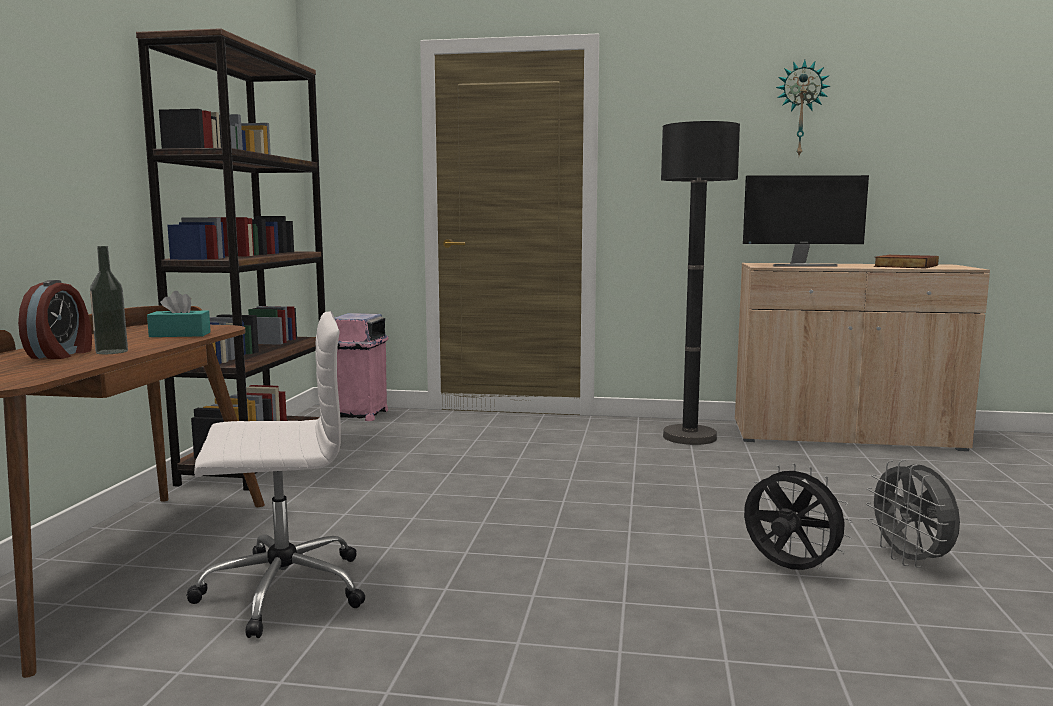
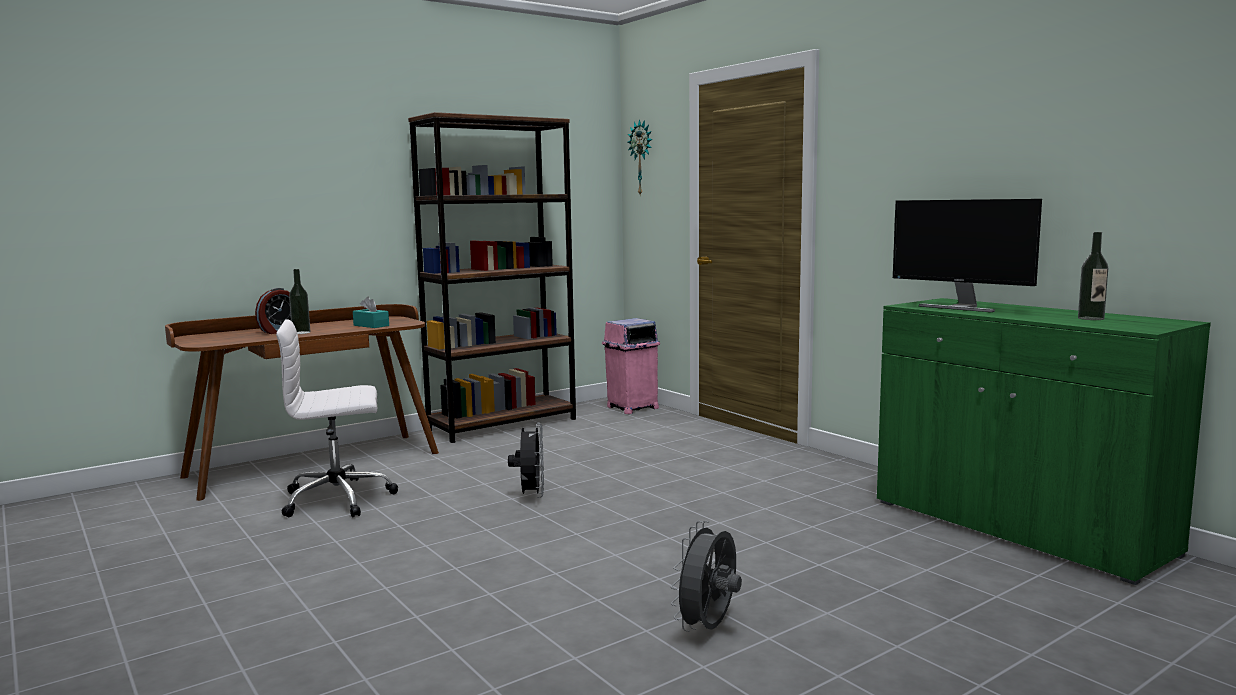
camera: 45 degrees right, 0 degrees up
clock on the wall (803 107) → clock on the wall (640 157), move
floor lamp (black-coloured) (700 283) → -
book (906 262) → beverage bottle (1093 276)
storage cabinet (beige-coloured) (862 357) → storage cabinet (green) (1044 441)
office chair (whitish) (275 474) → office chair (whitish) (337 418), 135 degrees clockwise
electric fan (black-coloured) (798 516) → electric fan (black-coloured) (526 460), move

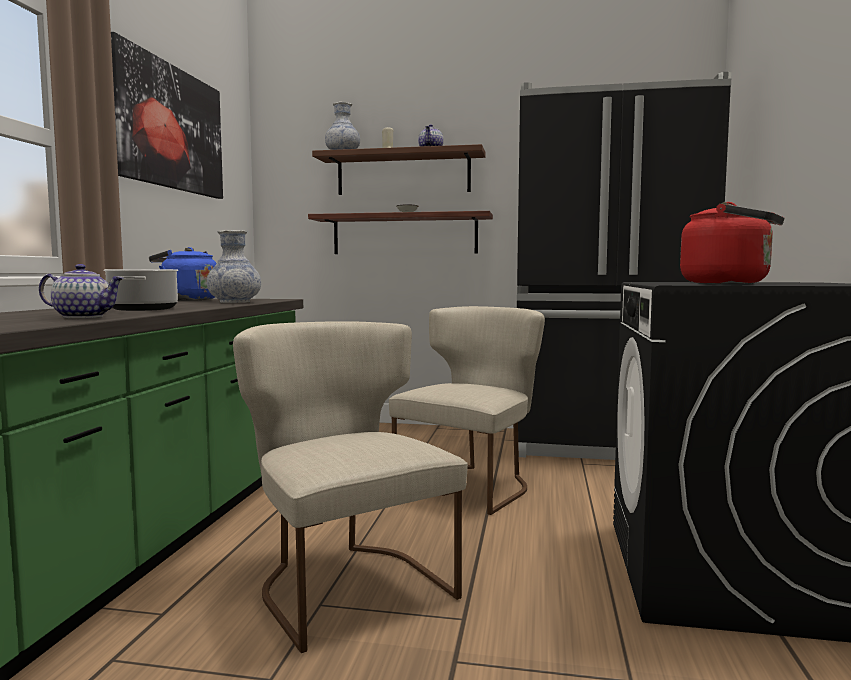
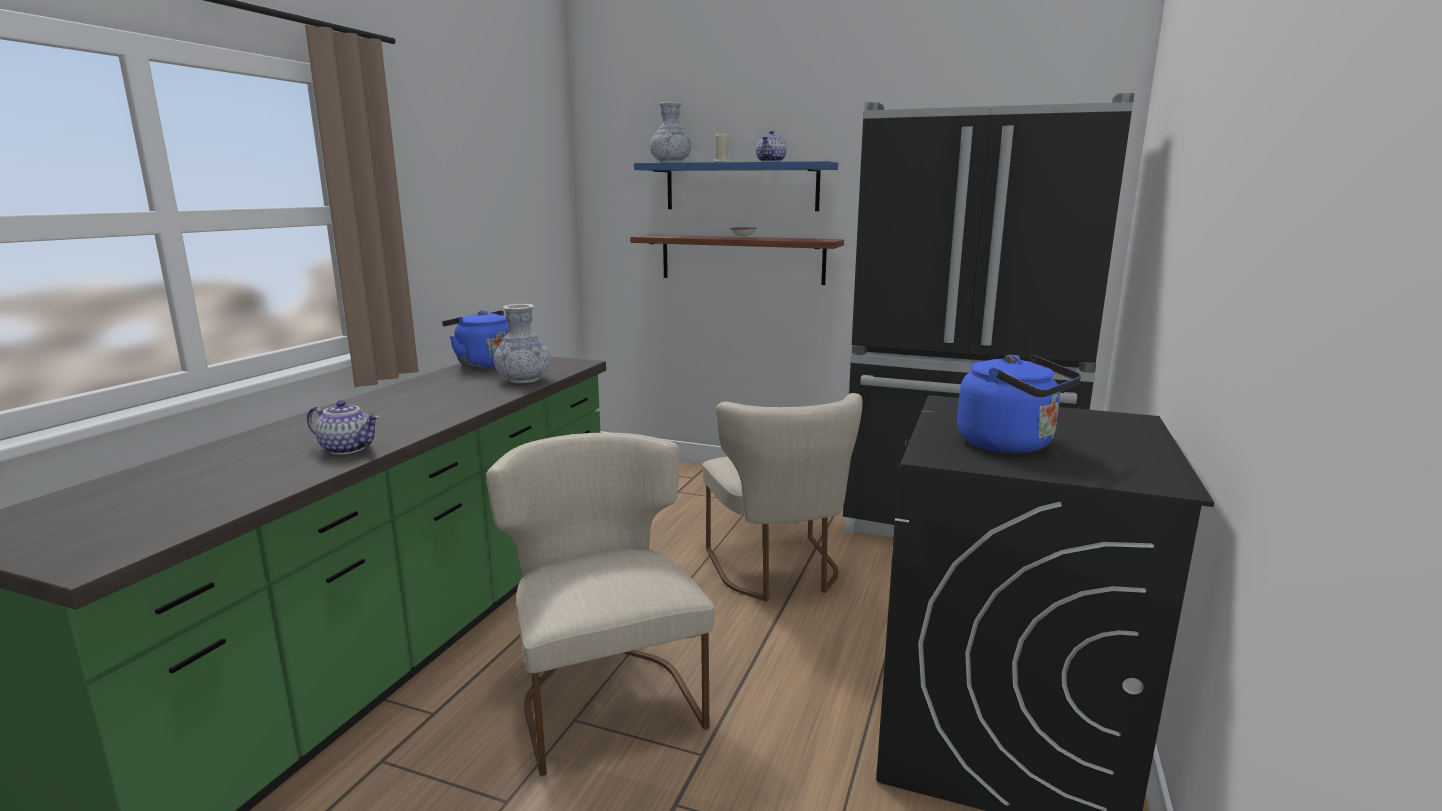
camera: 10 degrees right, 10 degrees up
wall art (167 115) → -
wall shelf (brown) (399 169) → wall shelf (blue-coloured) (736 186)
water kettle (red-coloured) (732 243) → water kettle (blue-coloured) (1019 404)
stockpot (140 290) → -
plain chair (beige-coloured) (467 410) → plain chair (beige-coloured) (782 497), 120 degrees clockwise

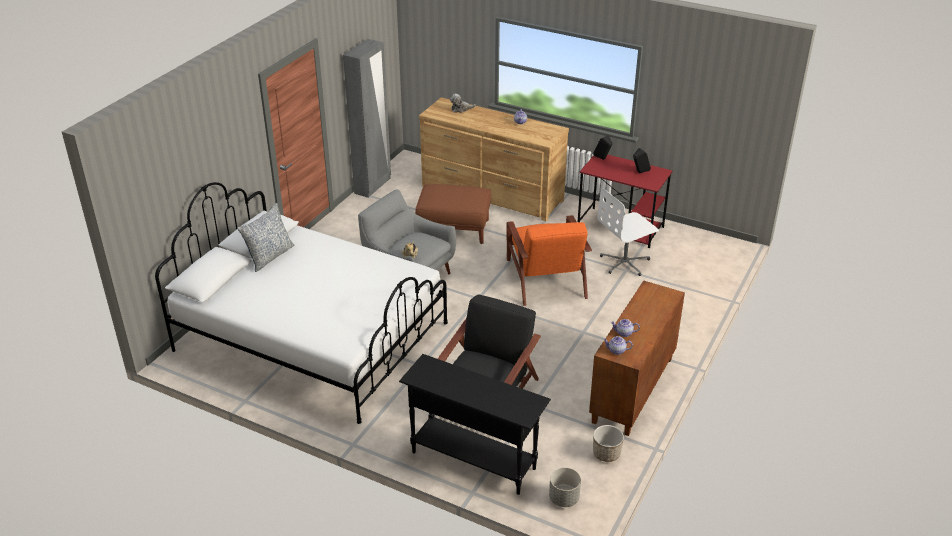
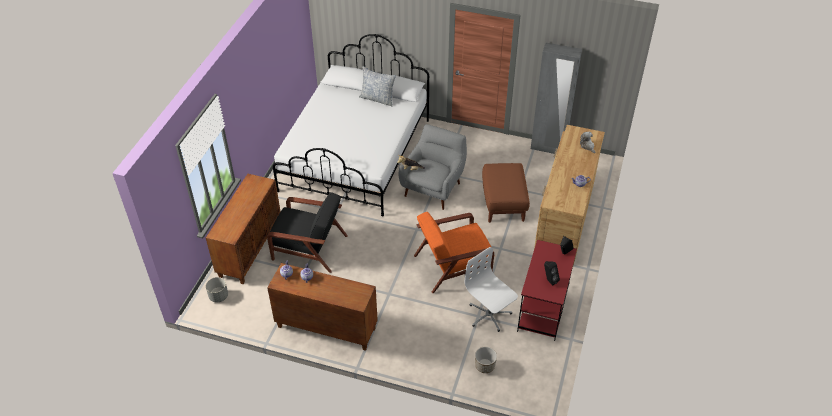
camera: 80 degrees right, 10 degrees up
console table (black-coloured) (475 424) → storage cabinet (brown) (243 229)
planter (608 443) → planter (486 360), move

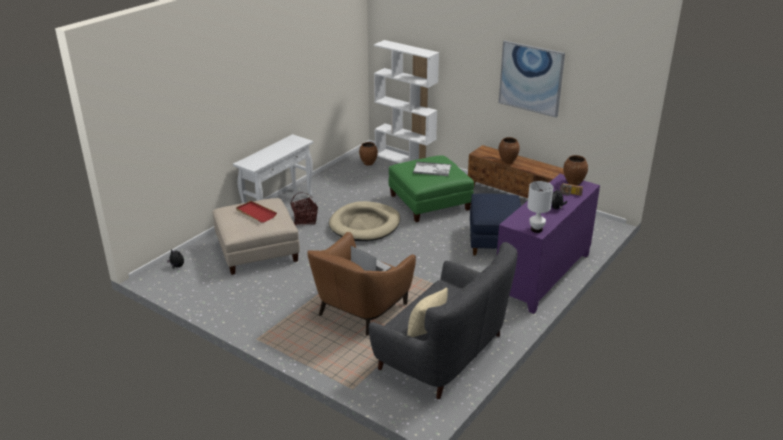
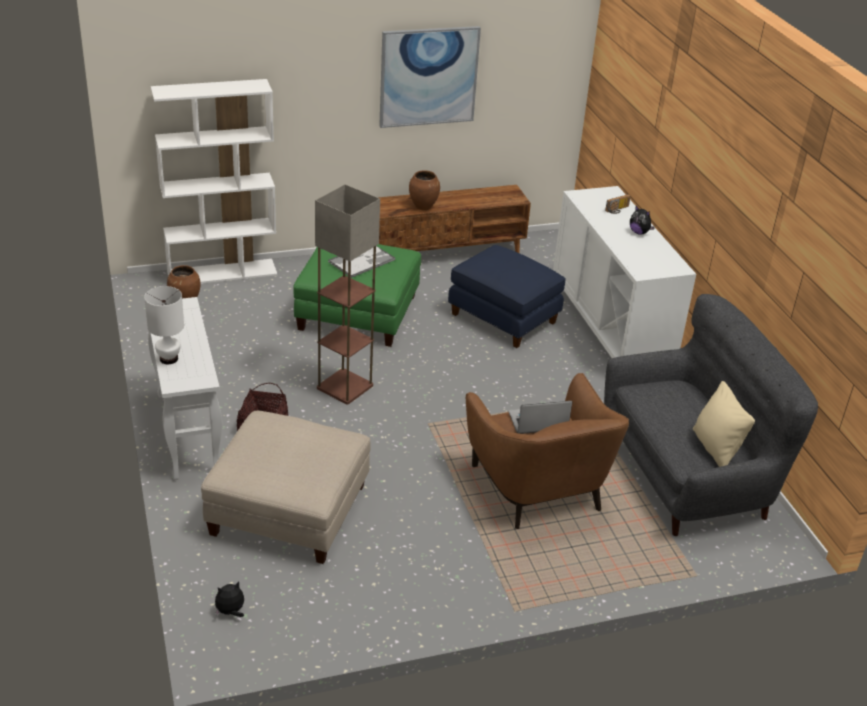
camera: 55 degrees left, 5 degrees up
vase (brown) (575 170) → -
storage cabinet (purplish) (548 244) → storage cabinet (whitish) (624 272)
table lamp (whitish) (540 207) → table lamp (whitish) (164 325), move
tray (red-coloured) (256 211) → -
dog cushion (beige-coloured) (364 221) → floor lamp (347 294)

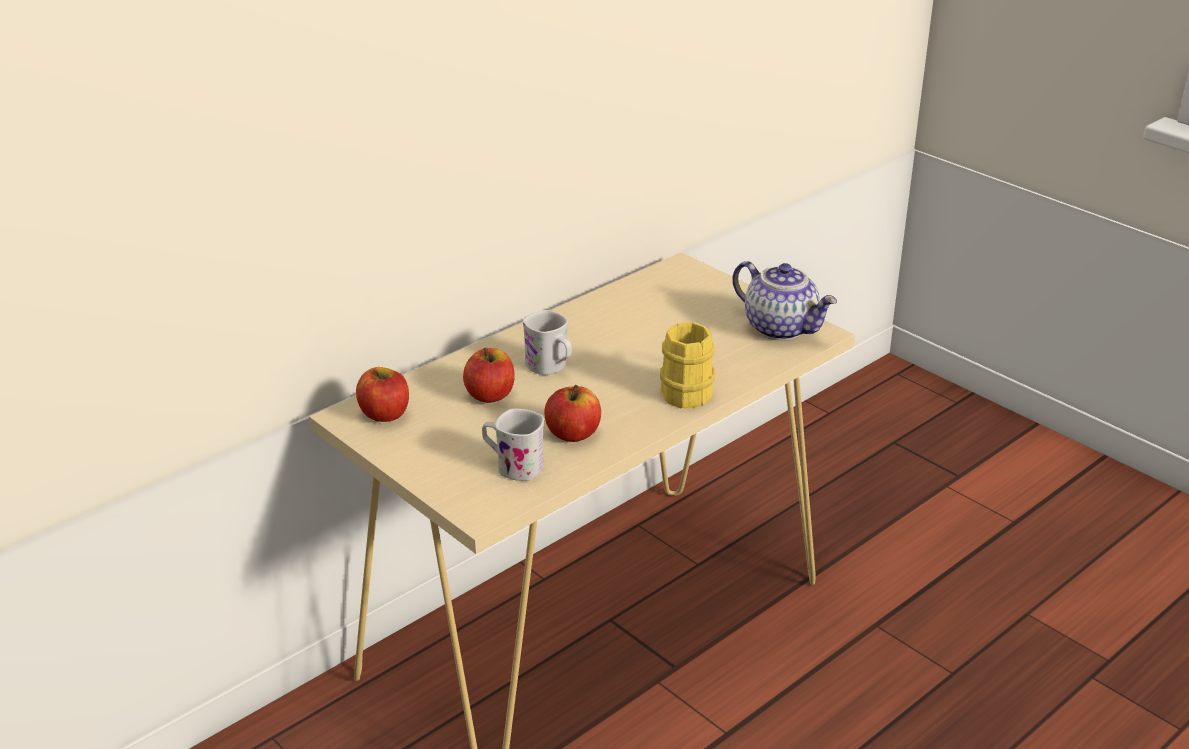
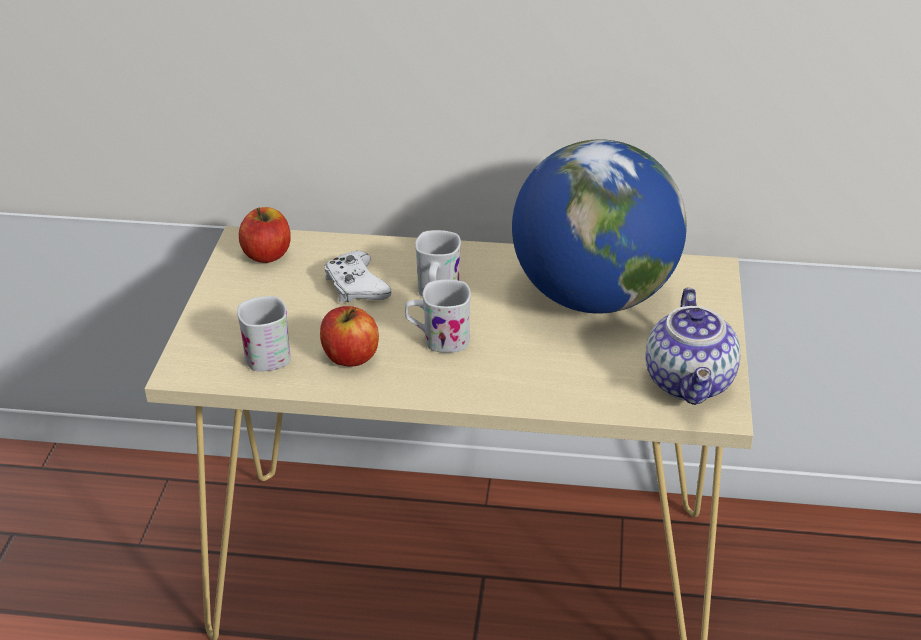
camera: 50 degrees right, 5 degrees up
mug (yellow) (687 365) → -
apple (489 375) → gamepad (whitish) (357 276)
- → desk globe (599 226)
- → mug (whitish) (438 316)

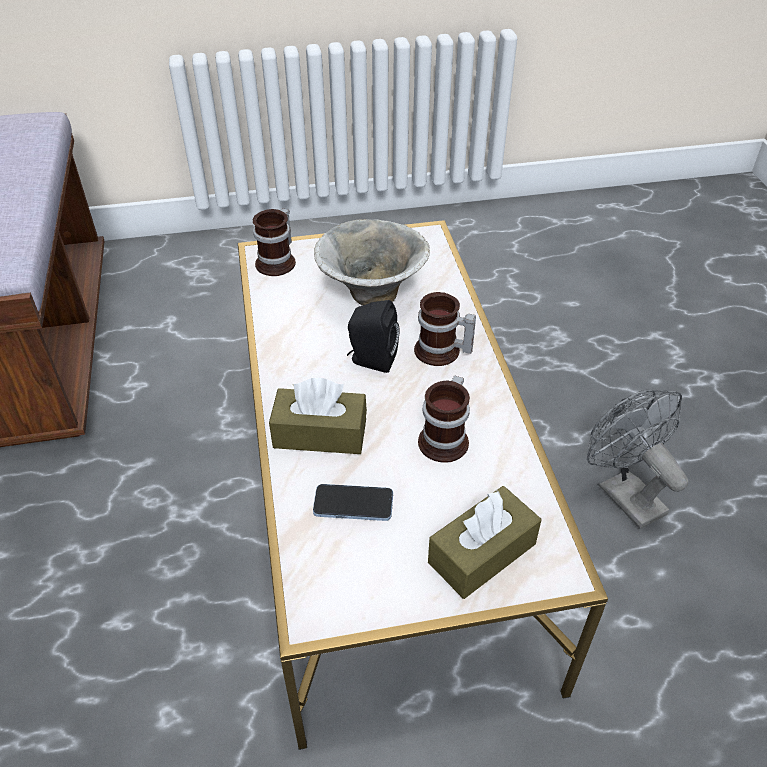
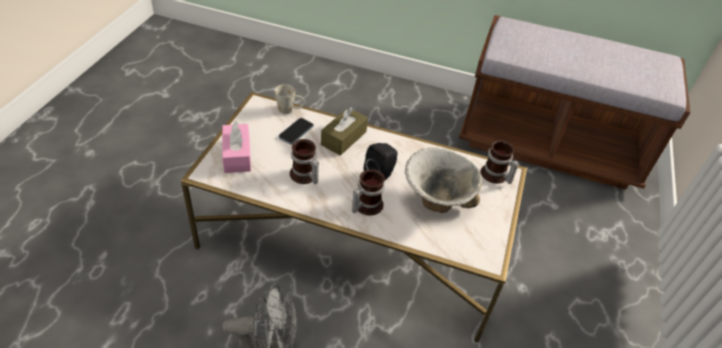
camera: 115 degrees right, 0 degrees up
tissue box (brown) (484 542) → tissue box (pink) (236 147)
- → mug (whitish) (290 99)

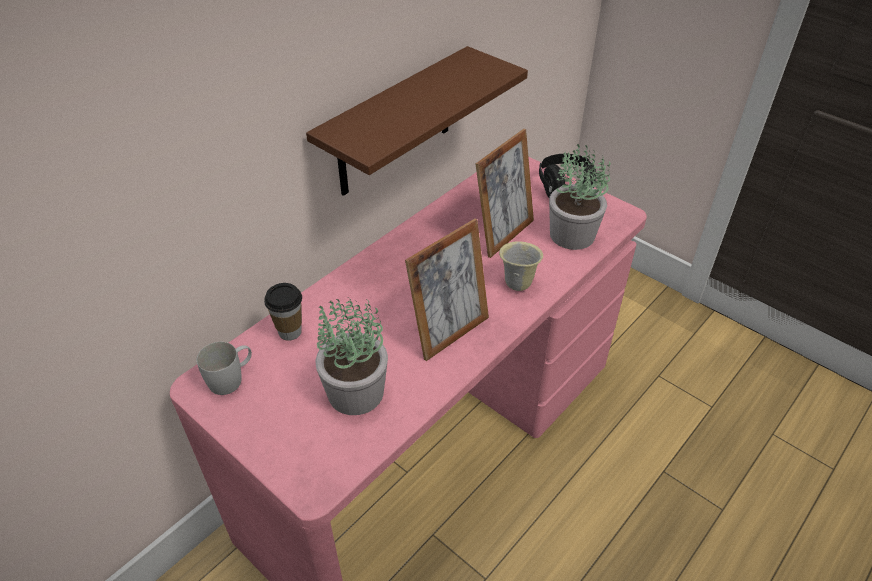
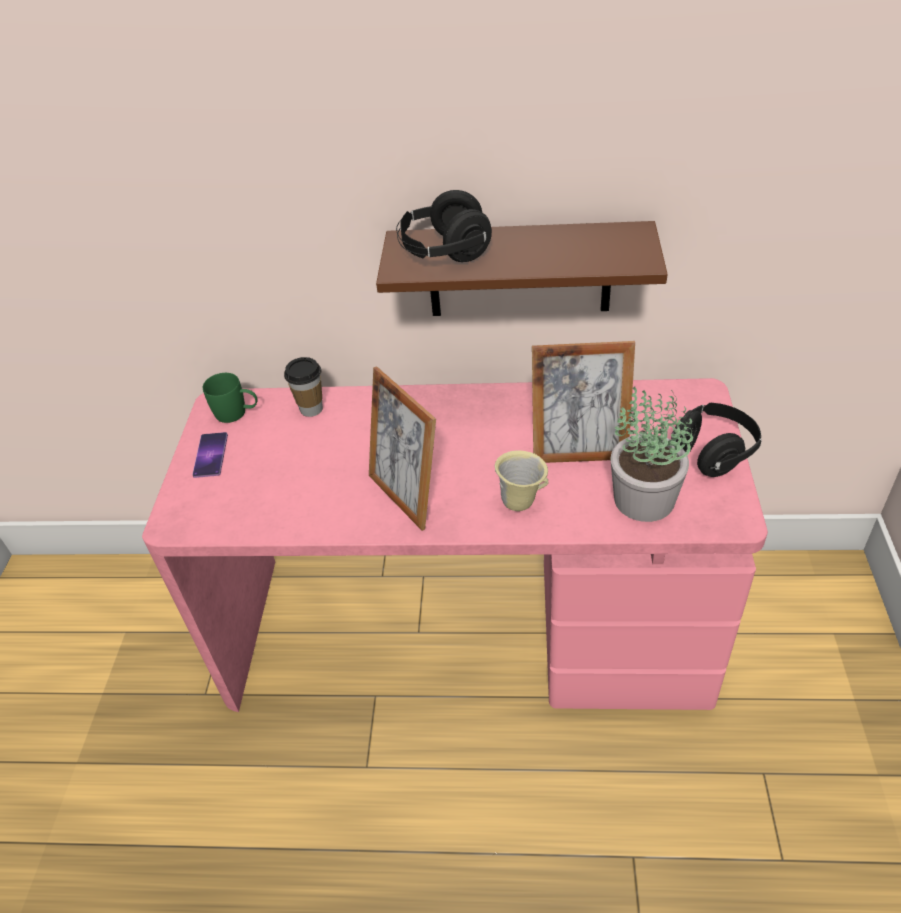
camera: 55 degrees right, 0 degrees up
photo frame (447 290) → photo frame (402 448), 45 degrees clockwise
houseplant (351 356) → -
mug (whitish) (224 368) → mug (green) (230 398)
- → pair of headphones (black-coloured) (444 226)
- → telephone (210 455)

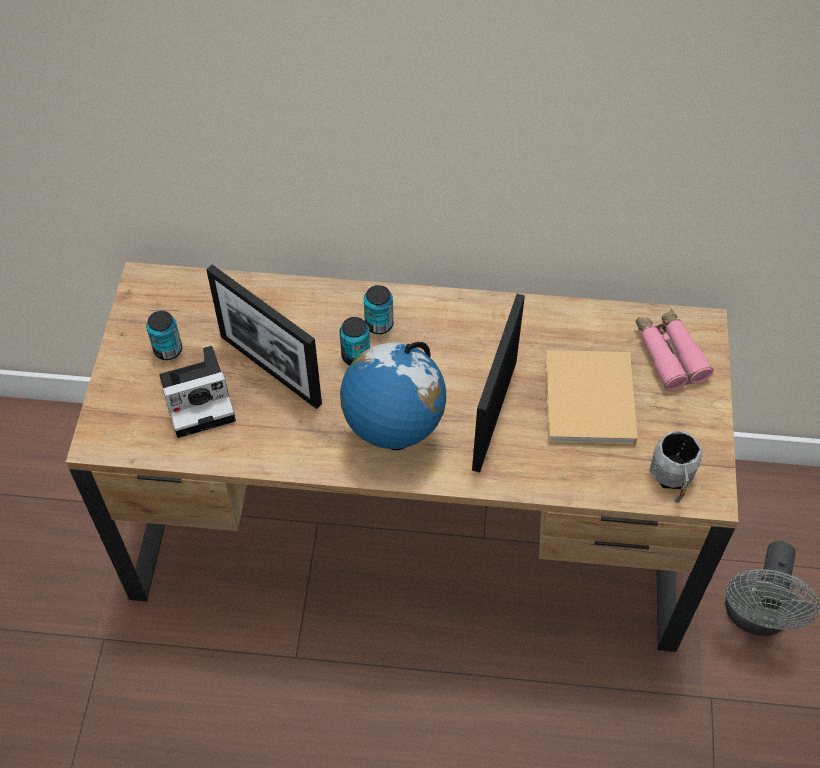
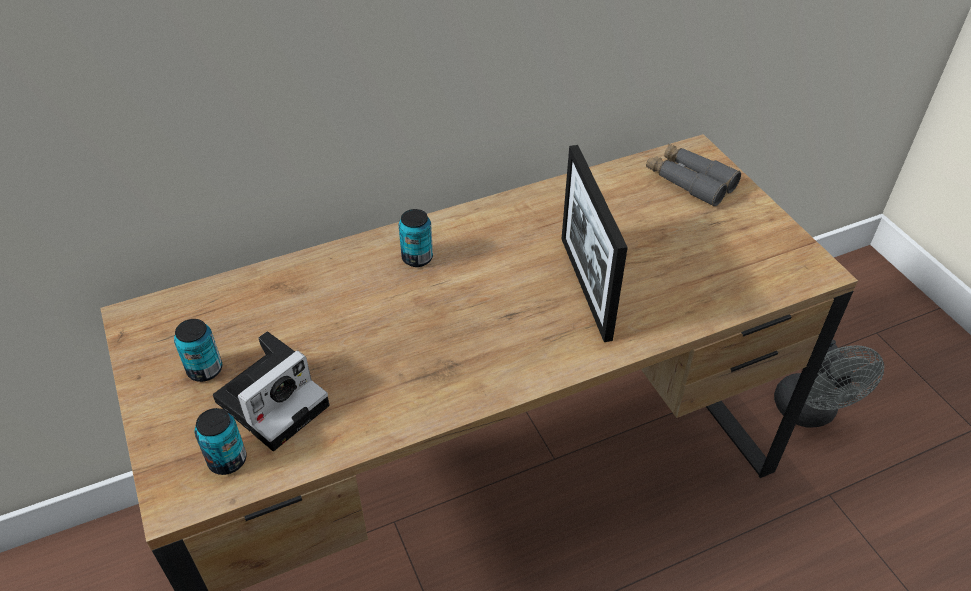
camera: 30 degrees left, 10 degrees down
photo frame (264 337) → -
field glasses (pink) (674 349) → field glasses (greyish) (693 174)
can (355 341) → can (220 441), move
desk globe (393 396) → -
book (beige-coloured) (591 397) → -
mug (greyish) (676 467) → -

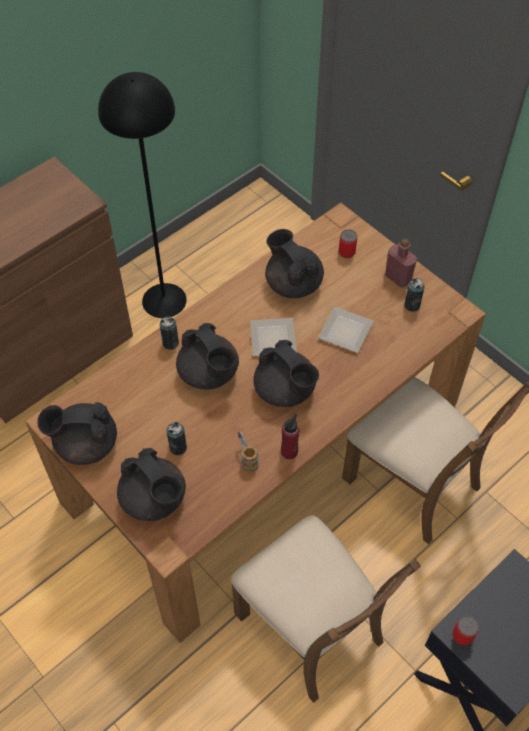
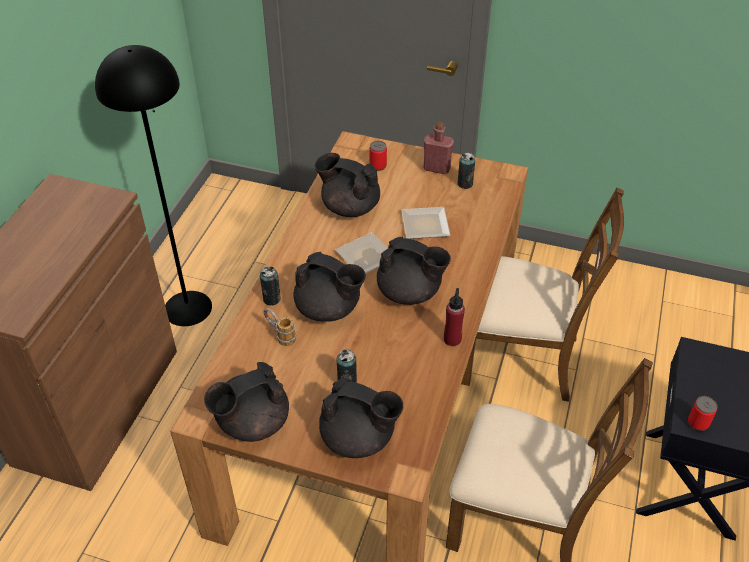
camera: 30 degrees left, 10 degrees down
mug (248 451) → mug (279 327), move

